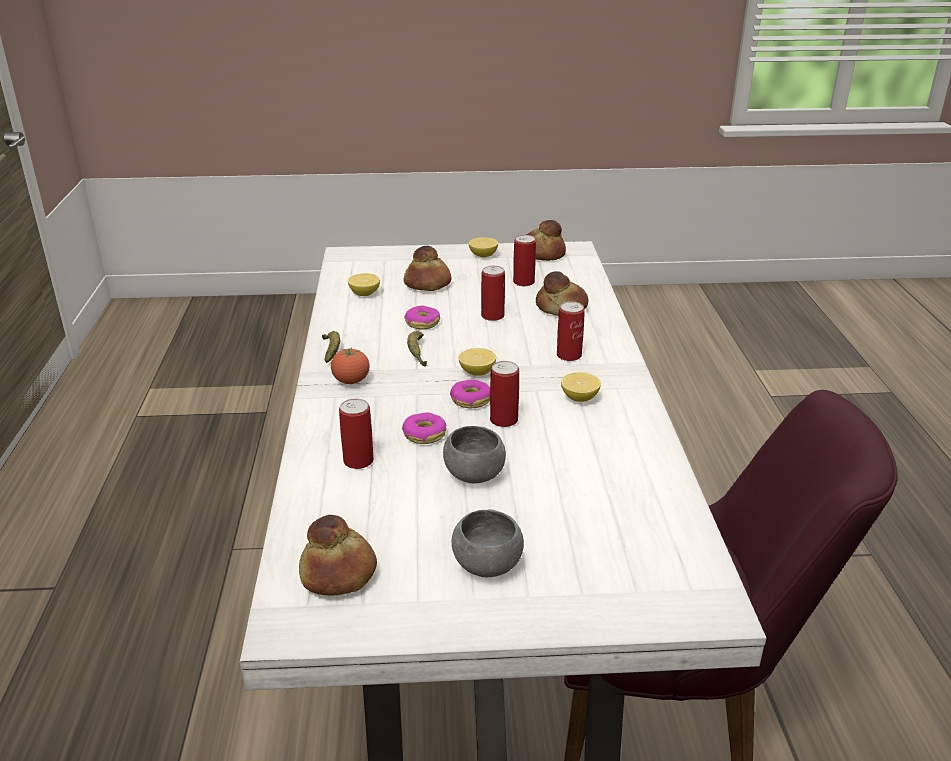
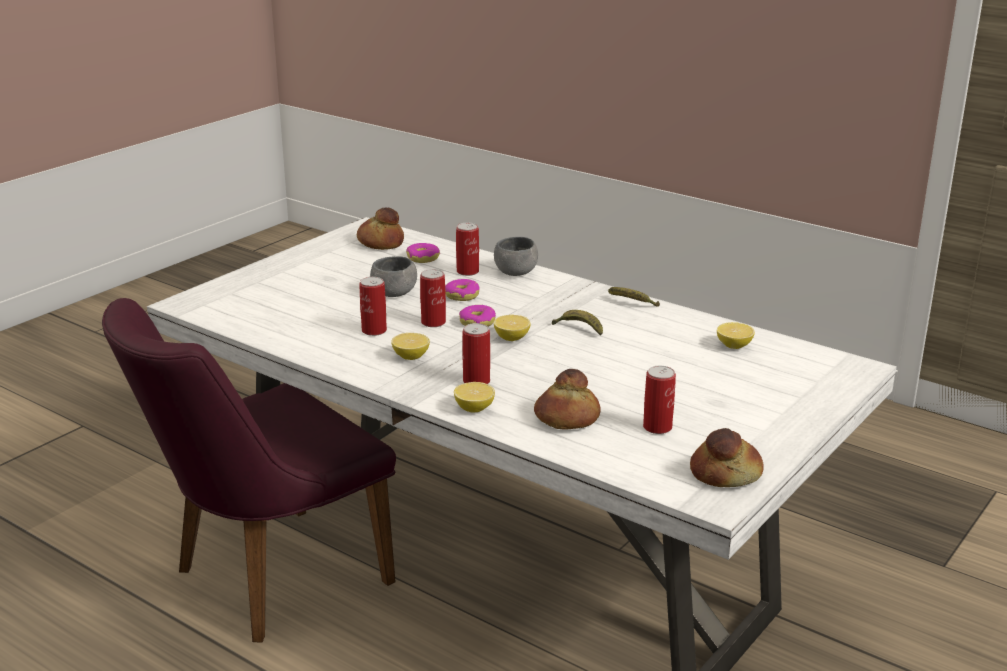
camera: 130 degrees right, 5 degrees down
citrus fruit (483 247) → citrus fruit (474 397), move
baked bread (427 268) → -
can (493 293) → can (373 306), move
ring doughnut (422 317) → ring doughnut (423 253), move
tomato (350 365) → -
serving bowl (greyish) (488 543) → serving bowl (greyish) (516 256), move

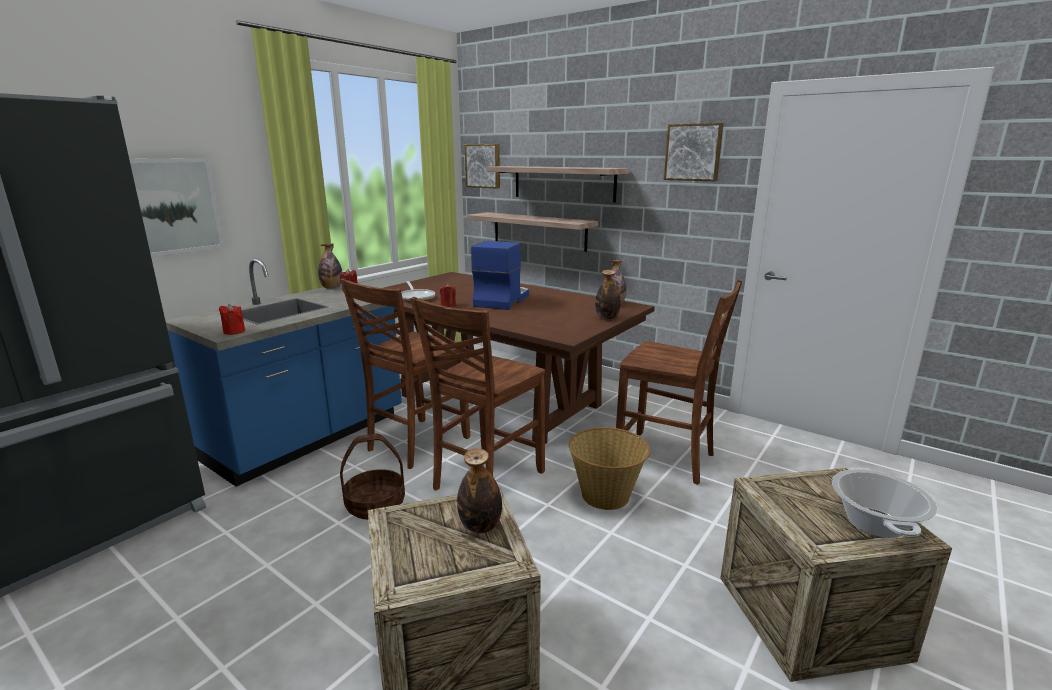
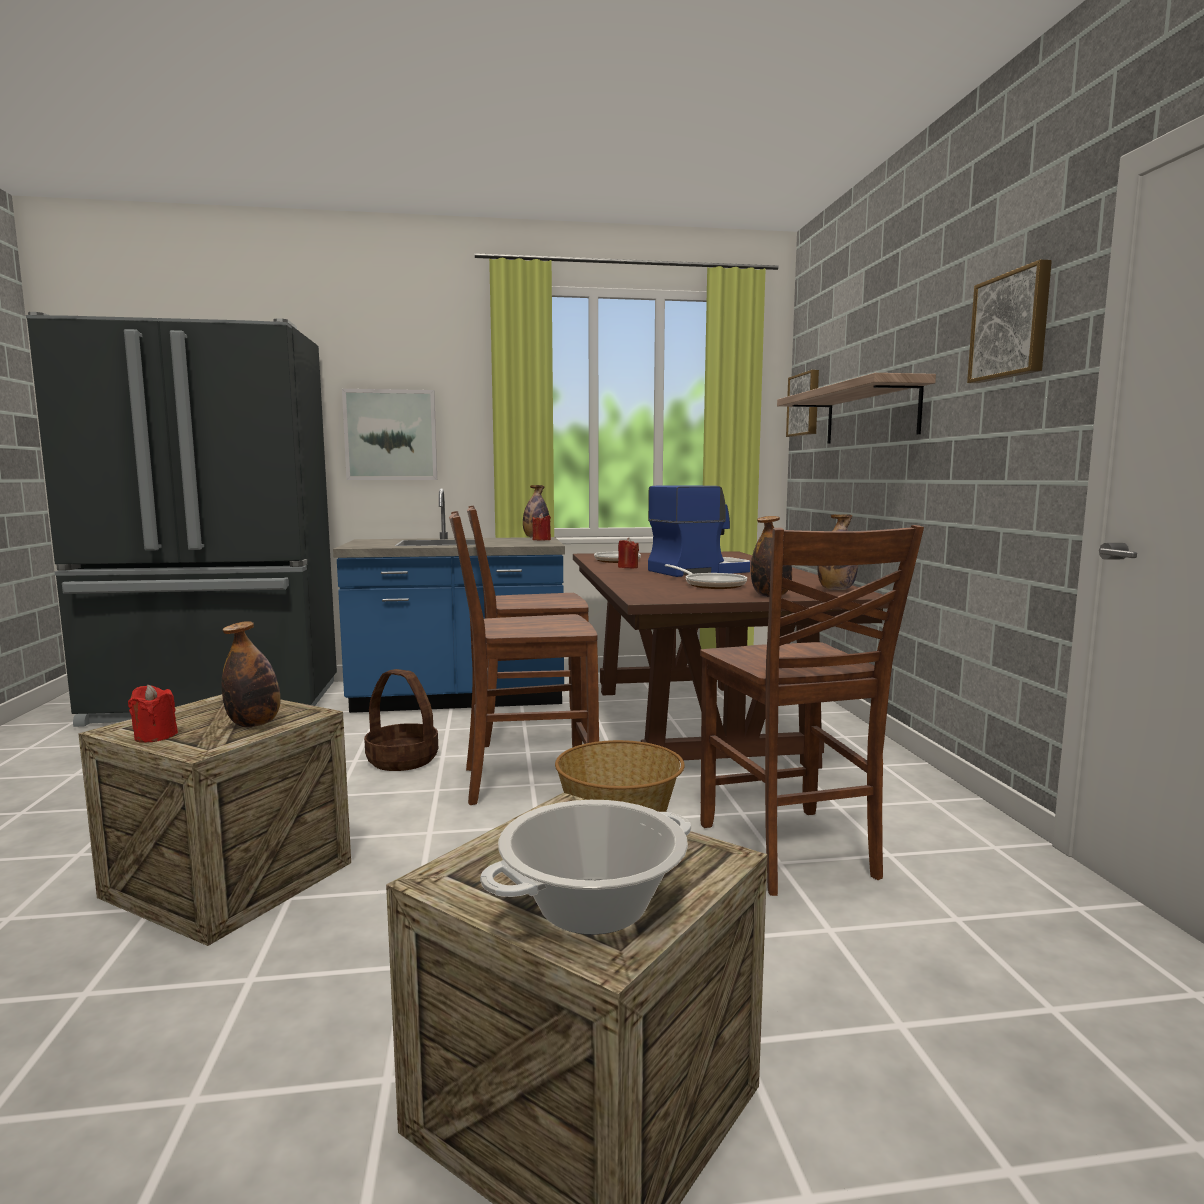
camera: 45 degrees right, 10 degrees down
wall shelf (532 232) → -
wax light (red-coloured) (232 319) → wax light (red-coloured) (153 714), move
- → frying pan (706 576)

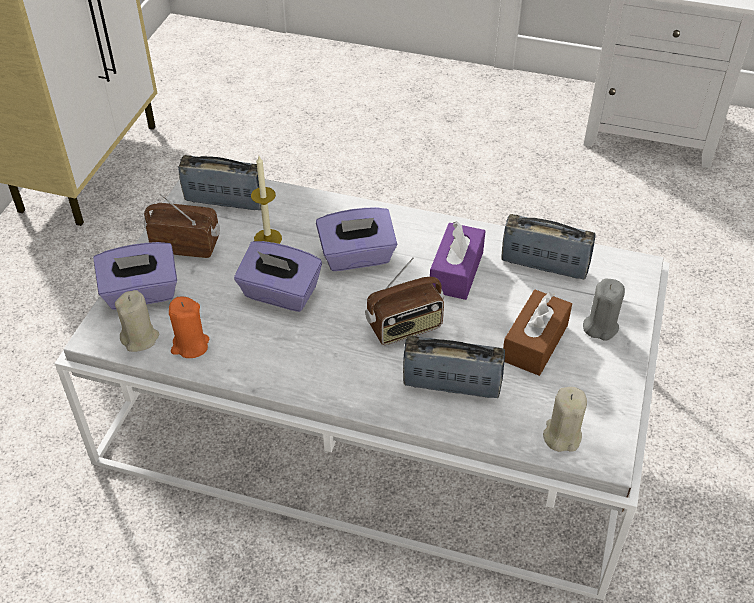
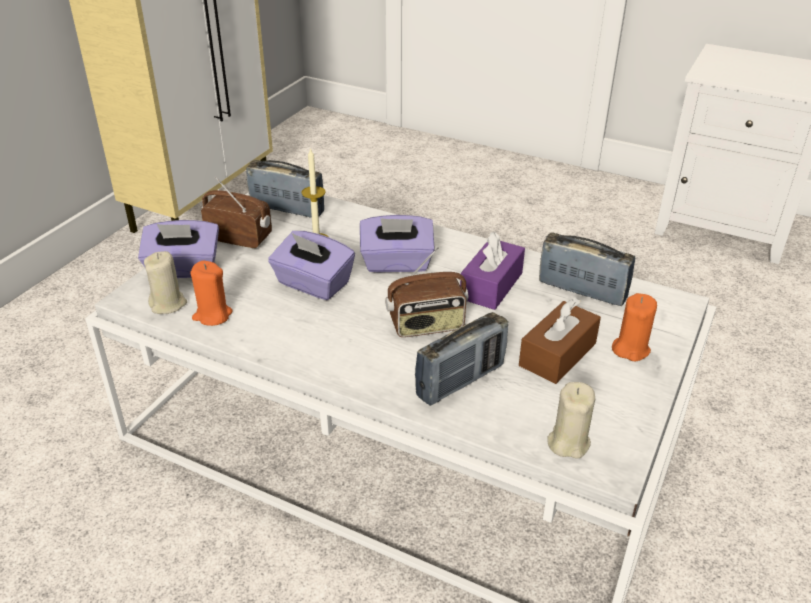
camera: 10 degrees right, 10 degrees down
wax light (greyish) (604 309) → wax light (orangey) (634 327)
radio receiver (454 367) → radio receiver (461 359), 120 degrees clockwise

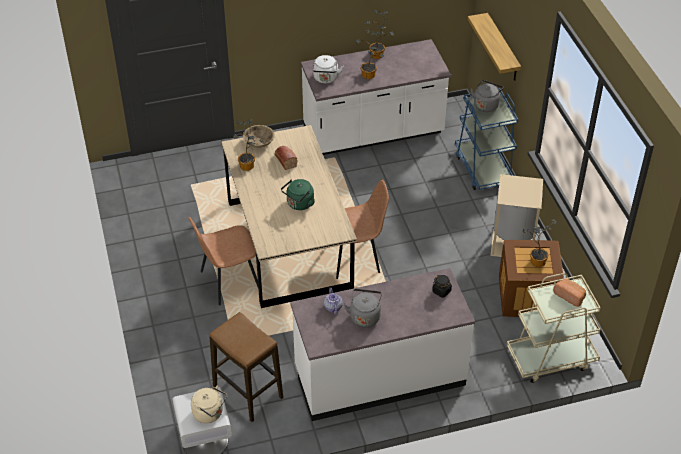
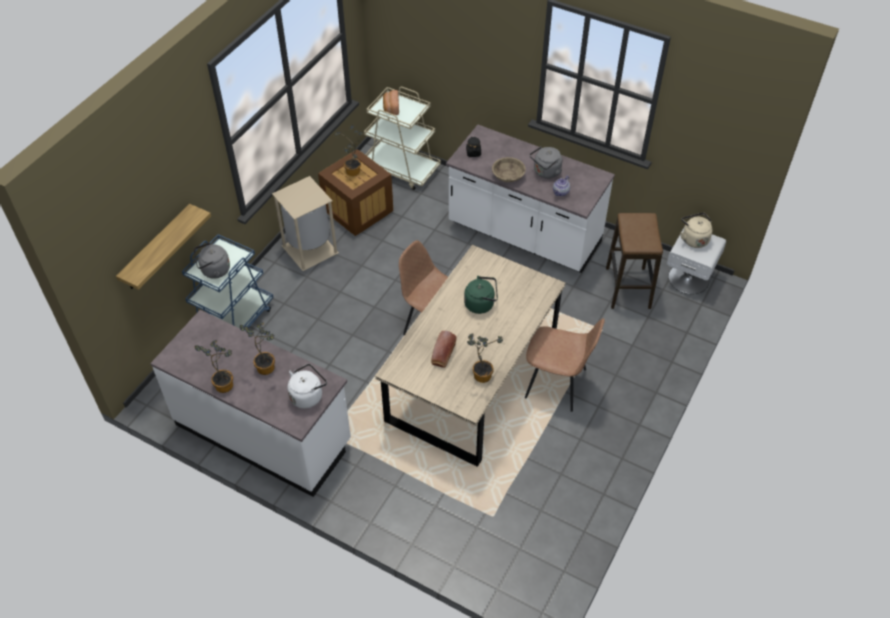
camera: 135 degrees left, 5 degrees up
serving bowl (beige-coloured) (259 136) → serving bowl (beige-coloured) (509 169), move

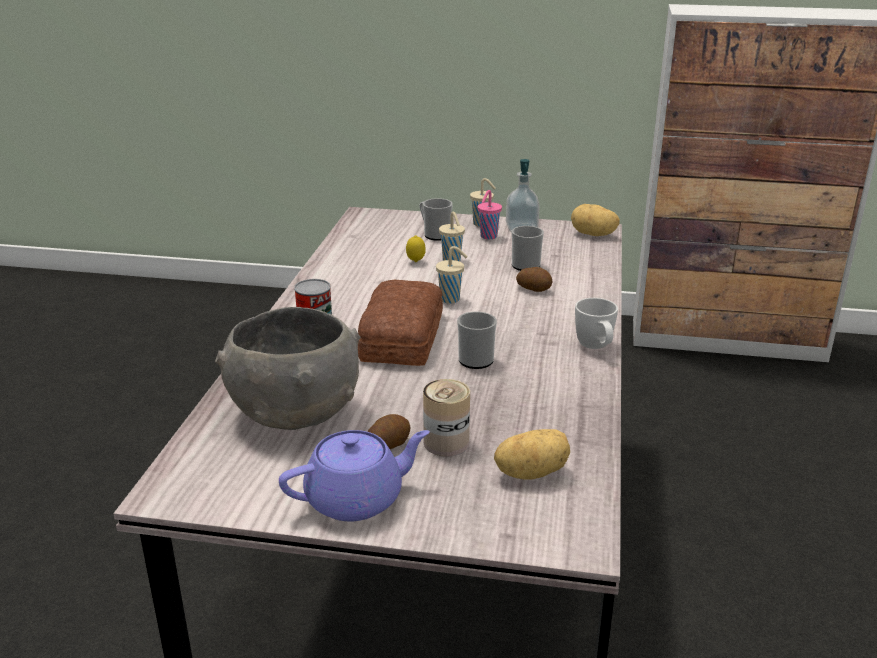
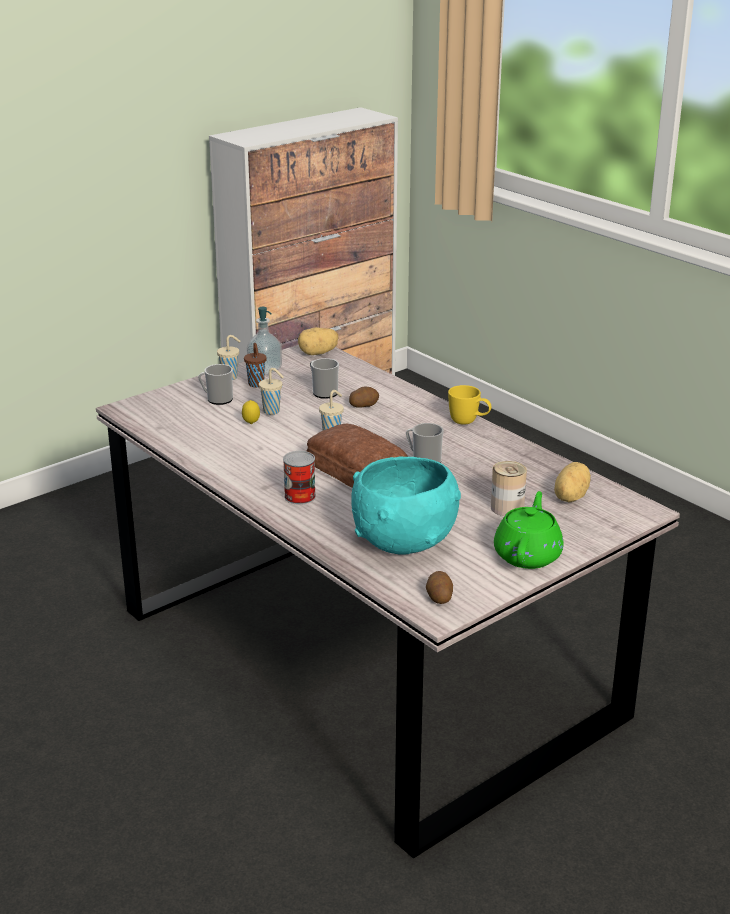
camera: 50 degrees left, 0 degrees up
cup (pink) (490 214) → cup (brown) (255 365)
mug (whitish) (596 323) → mug (yellow) (470 405)
serving bowl (greyish) (288 368) → serving bowl (turquoise) (406 506)
whole potato (389 431) → whole potato (439 587), move
teapot (purplish) (354 475) → teapot (green) (529 530)

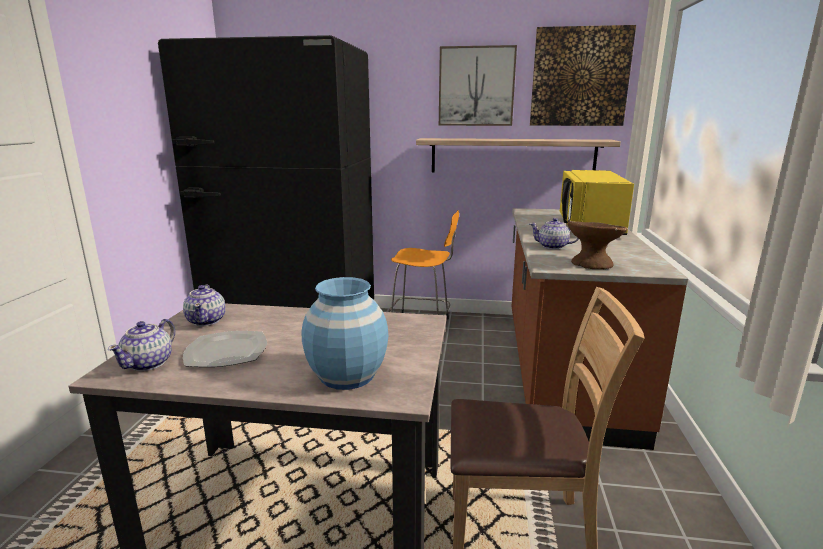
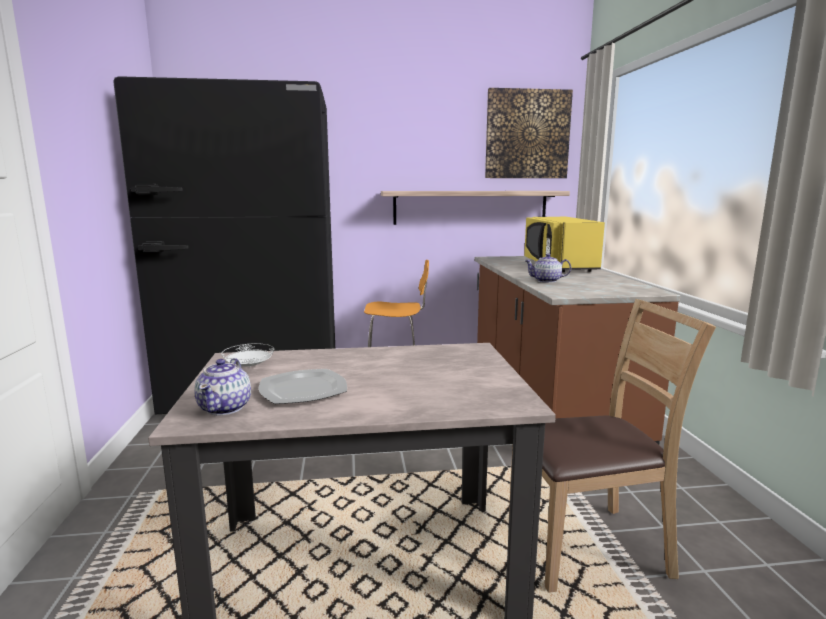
camera: 15 degrees left, 5 degrees down
wall art (478 85) → -
serving bowl (brown) (598 244) → -
vase (blue-coloured) (345 333) → -
teapot (204 305) → flat dish (whitish) (247 355)

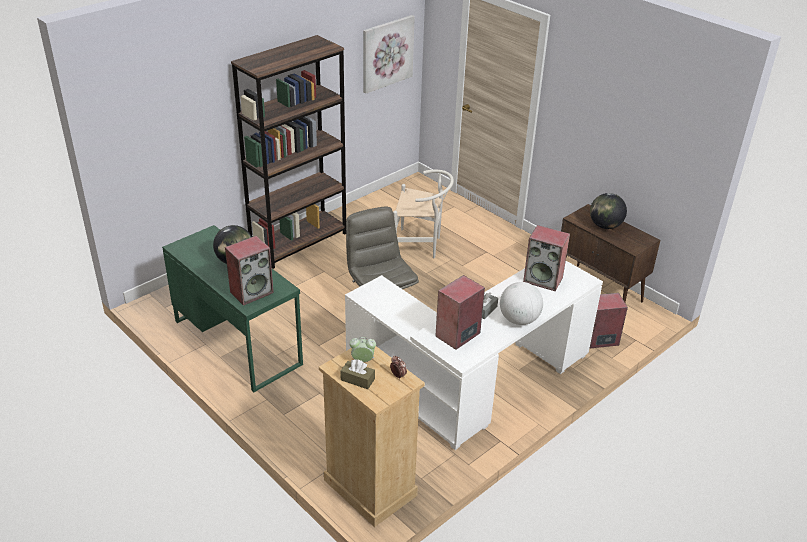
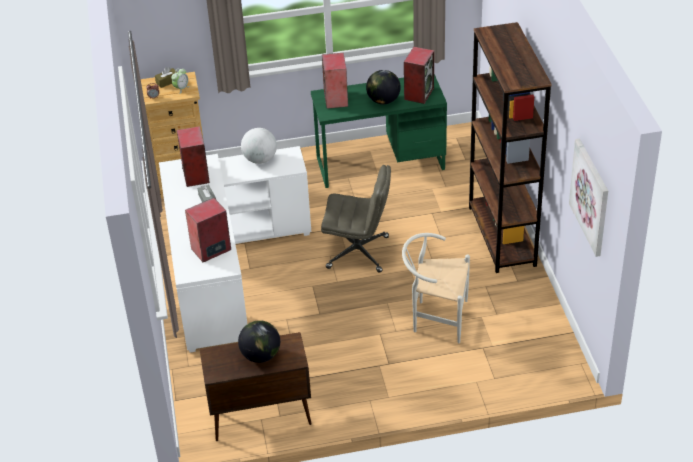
camera: 125 degrees right, 5 degrees up
plain chair (whitish) (423 214) → plain chair (whitish) (436 288), 60 degrees clockwise
desk globe (521 303) → desk globe (259 146), move
audio speaker (609 320) → audio speaker (419 75), move

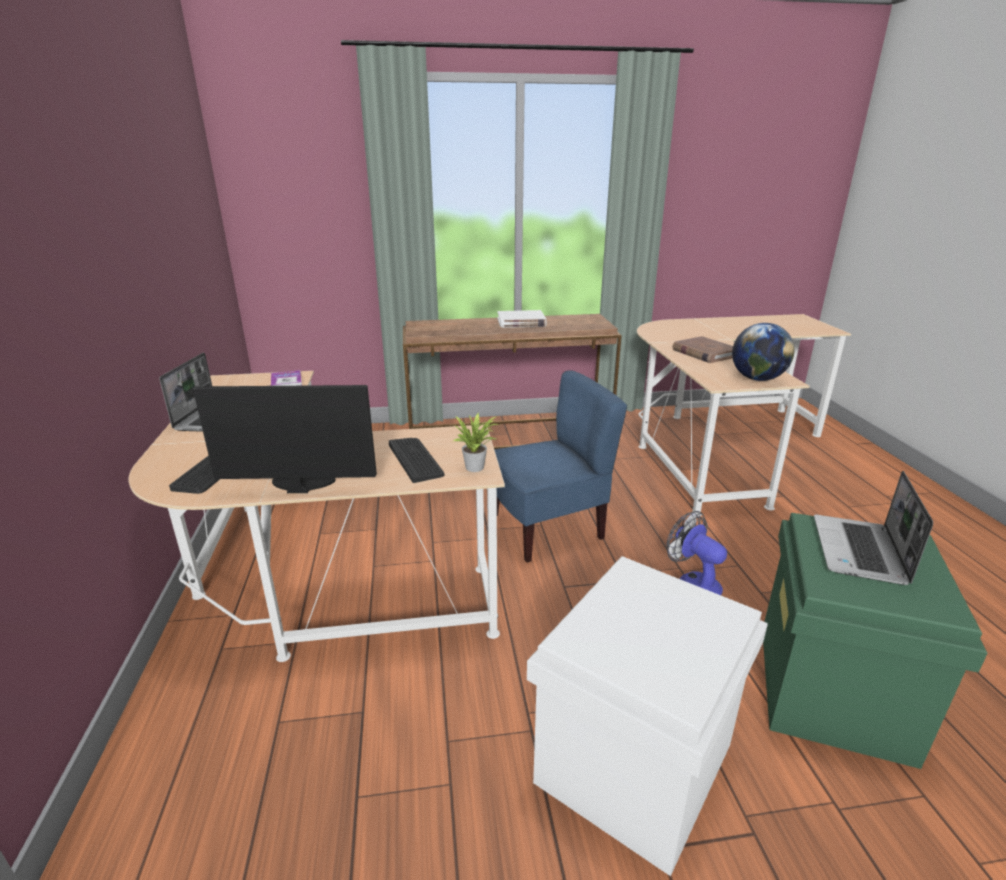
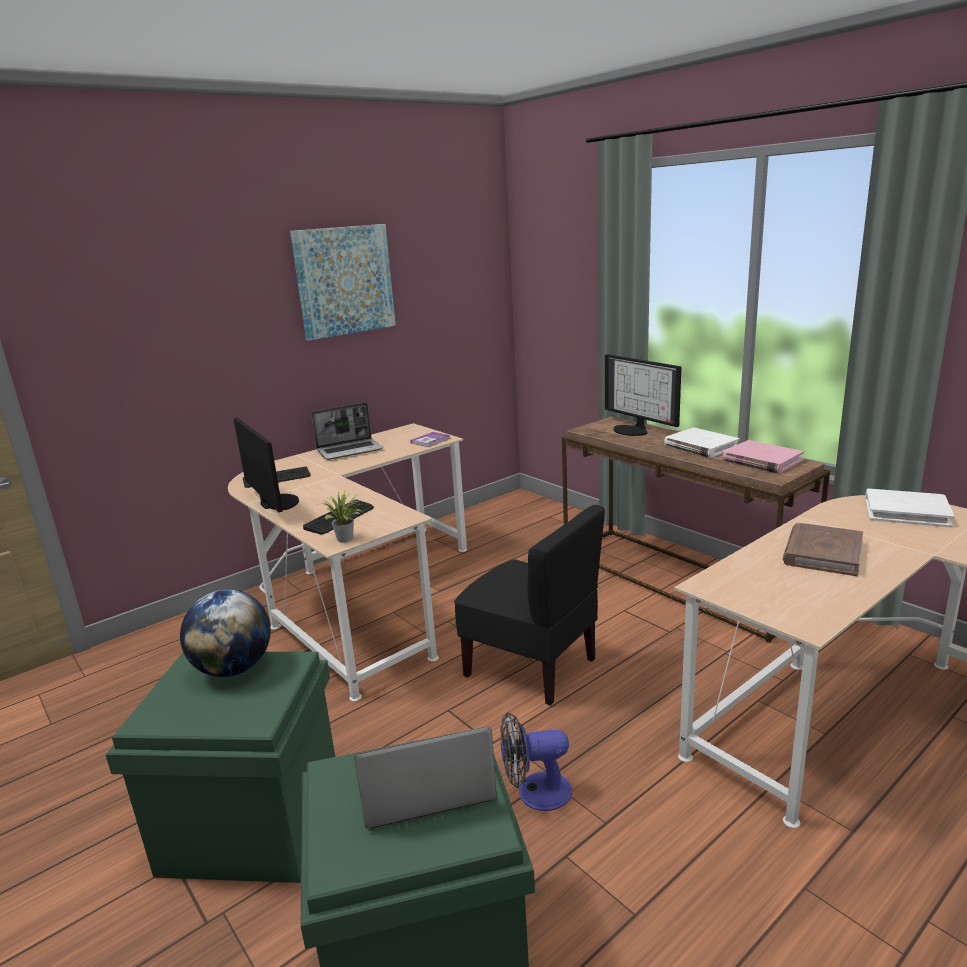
camera: 60 degrees right, 5 degrees down
desk globe (763 352) → desk globe (225 633), move
plain chair (blue-coloured) (560 466) → plain chair (black-coloured) (529 605)
electric fan (696 553) → electric fan (536 761), 120 degrees counterclockwise
storage container (whitish) (647 716) → storage container (green) (220 767)
- → wall art (343 282)
- → monitor (643 395)
- → book (pink) (763 457)
- → book (whitish) (909 508)

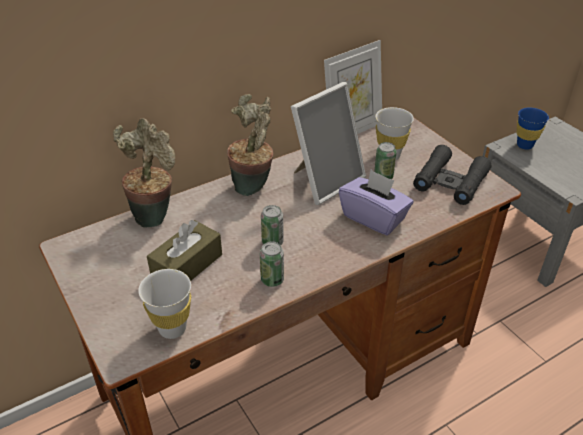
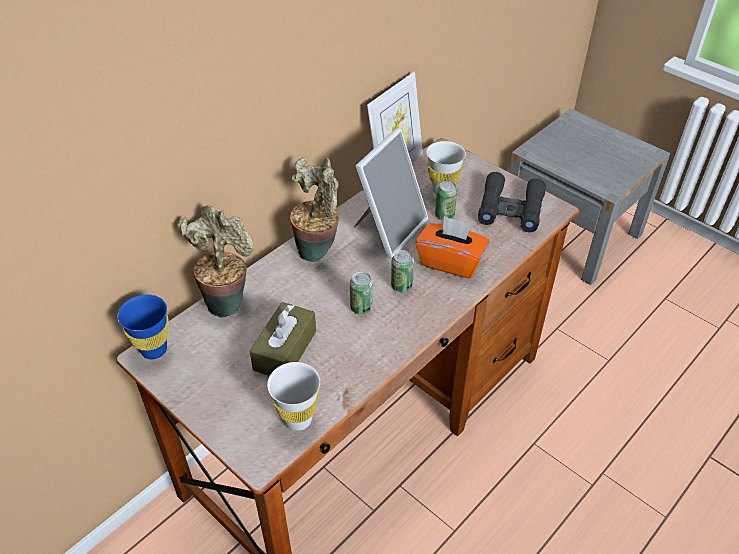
camera: 15 degrees left, 5 degrees up
cup (blue-coloured) (533 129) → cup (blue-coloured) (142 326), move
tissue box (purplish) (376 202) → tissue box (orangey) (452 247)
can (272 264) → can (402 271), move

